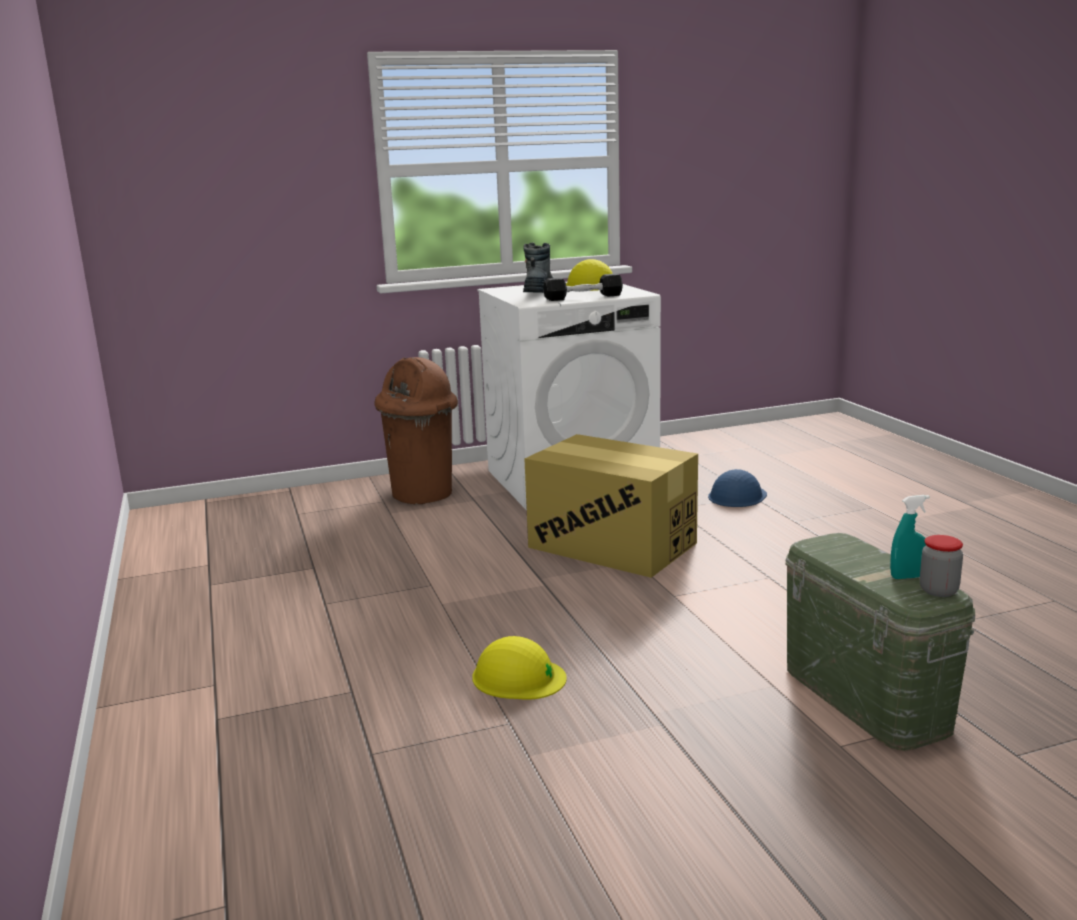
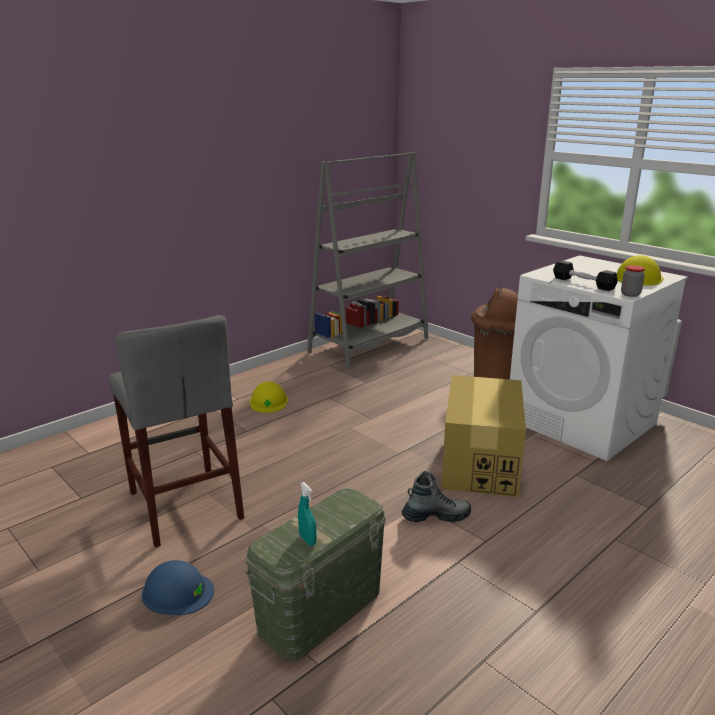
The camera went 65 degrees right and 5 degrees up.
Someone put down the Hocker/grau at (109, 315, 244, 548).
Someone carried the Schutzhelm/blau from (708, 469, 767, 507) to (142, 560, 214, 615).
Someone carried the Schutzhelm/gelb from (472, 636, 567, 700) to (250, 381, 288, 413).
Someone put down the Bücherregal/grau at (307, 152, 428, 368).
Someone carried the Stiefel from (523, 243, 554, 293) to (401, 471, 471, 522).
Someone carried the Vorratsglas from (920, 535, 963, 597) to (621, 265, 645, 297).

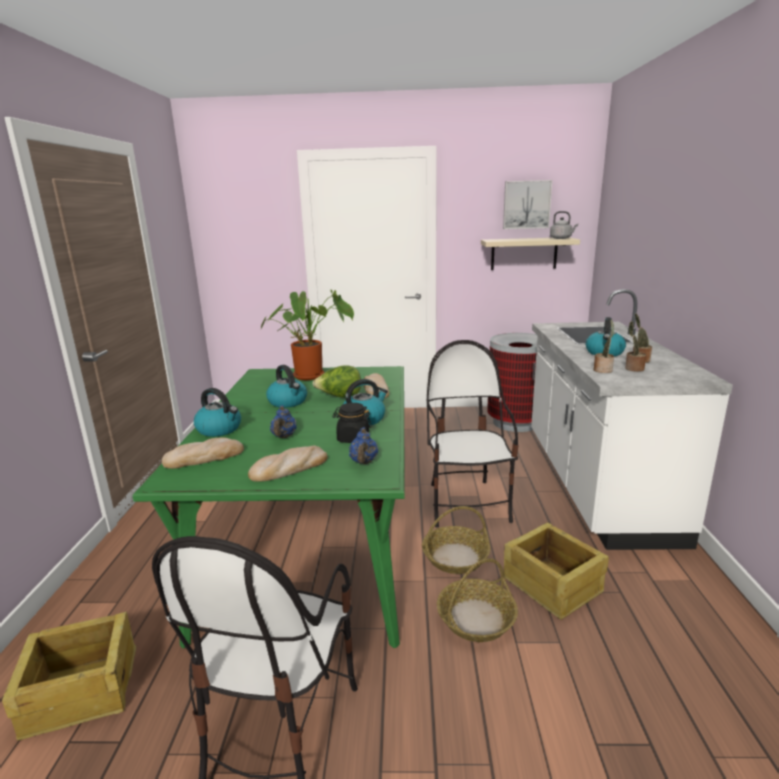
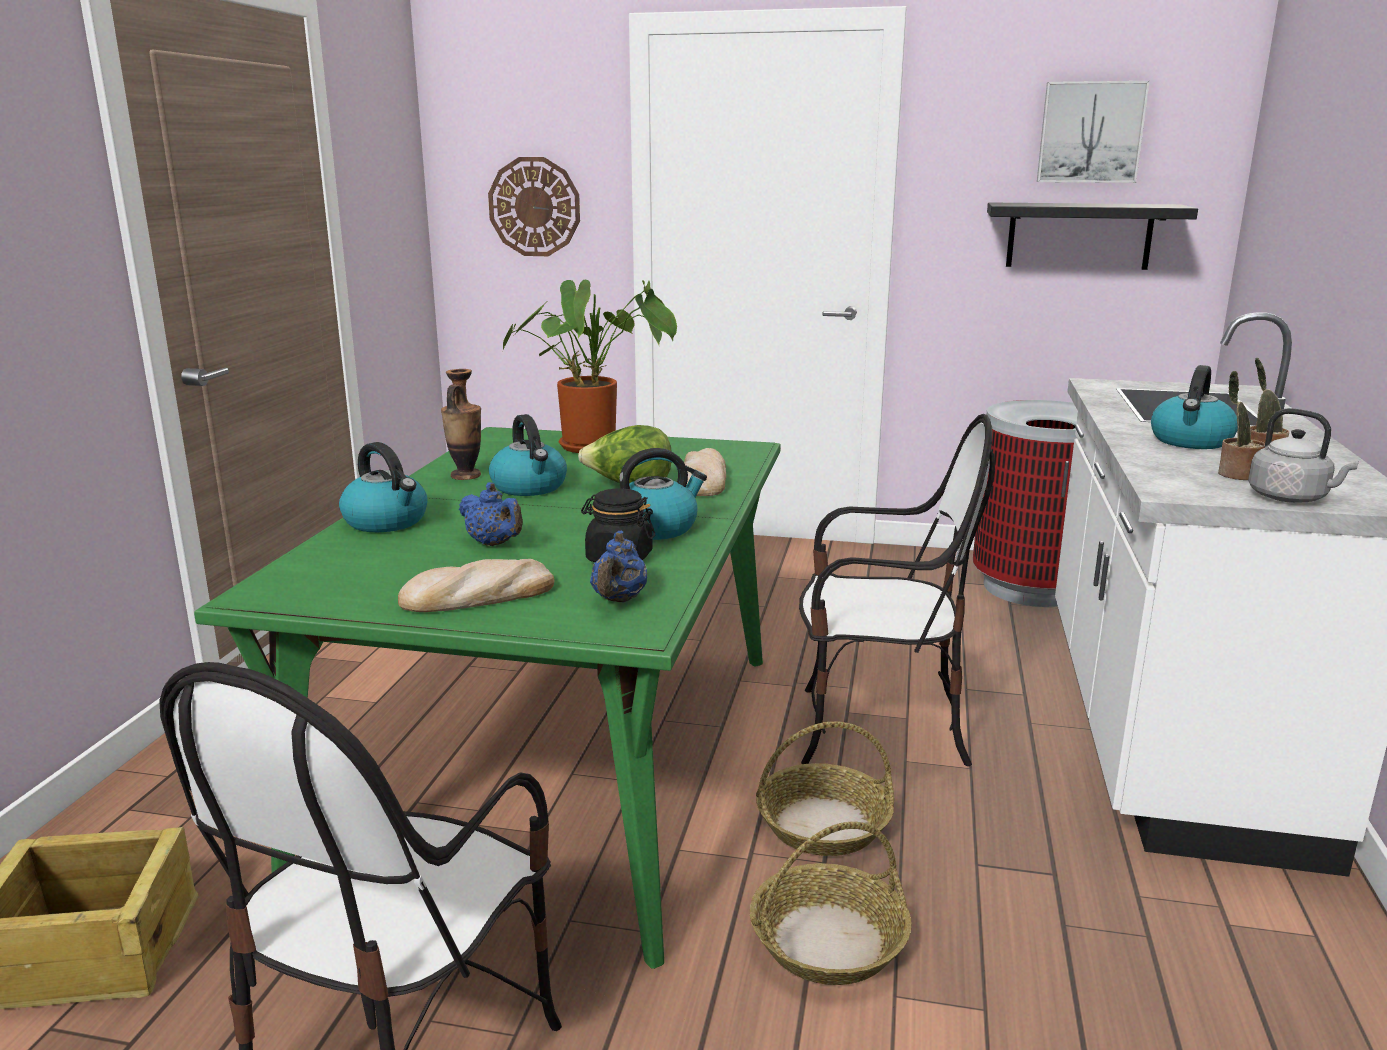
The camera went 10 degrees right and 0 degrees up.
Someone put down the Vase at (441, 369, 481, 480).
Someone rotated the Teekanne/blau at (270, 405, 297, 438) by 60 degrees counterclockwise.
Someone put up the Wanduhr at (488, 157, 580, 256).
Someone rotated the Stuhl at (427, 340, 518, 528) by 90 degrees clockwise.
Someone repainted the Wandregal/beige at (481, 237, 580, 270), which became the Wandregal/schwarz at (987, 202, 1198, 270).
Someone carried the Wasserkessel/grau from (550, 211, 578, 239) to (1248, 408, 1359, 503).
Someone took away the Brot at (162, 437, 244, 469).
Someone took away the Kiste at (504, 522, 609, 620).
Someone took away the Topfpflanze at (594, 320, 614, 373).

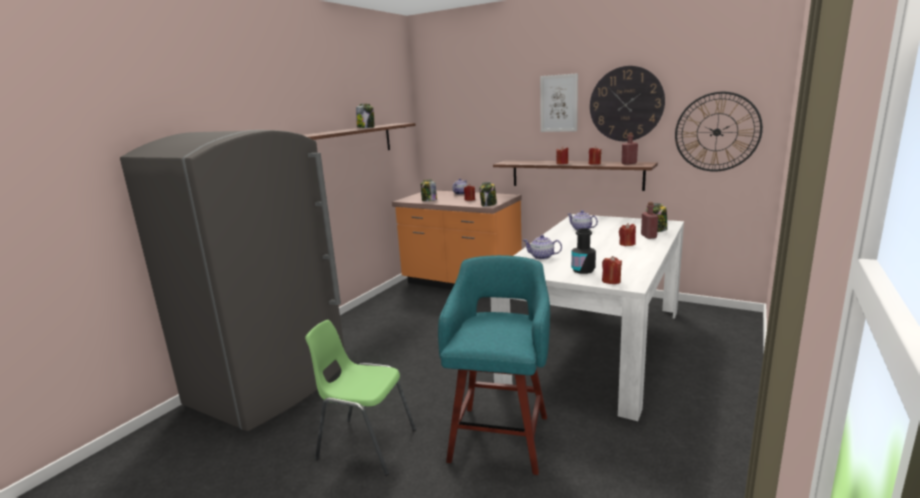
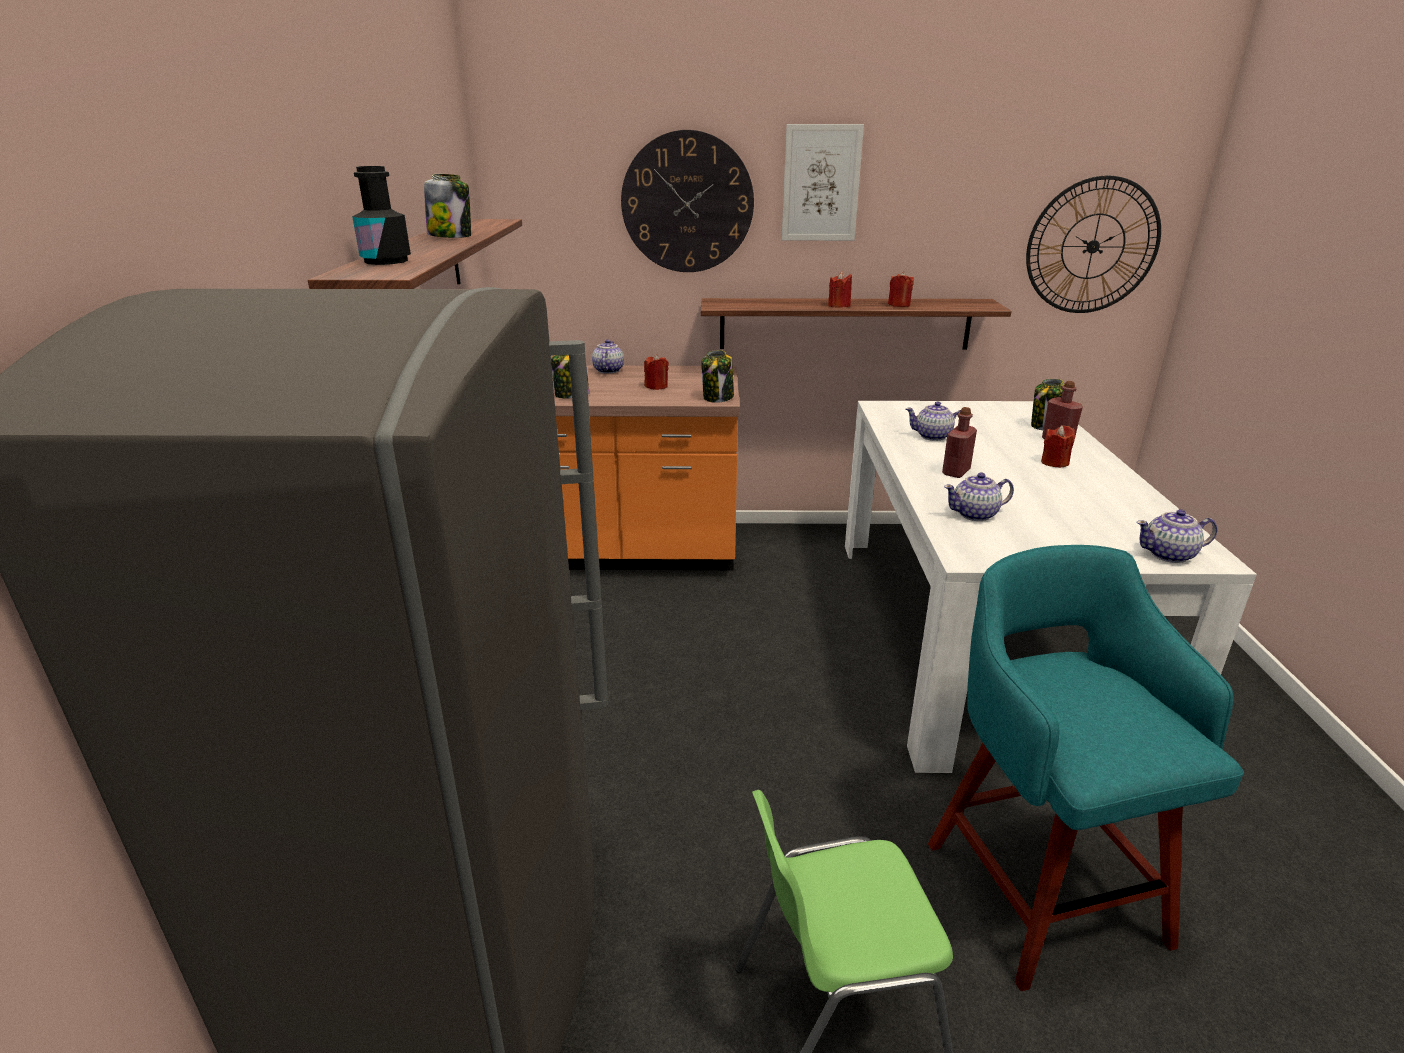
The camera went 30 degrees left and 10 degrees up.
Someone carried the Flasche/schwarz from (571, 228, 596, 274) to (352, 166, 411, 265).
Someone carried the Wanduhr from (590, 66, 665, 141) to (621, 130, 754, 272).
Someone carried the Flasche/rot from (621, 133, 638, 165) to (942, 407, 977, 478).
Someone swapped the Kerze/rot at (602, 256, 622, 284) for the Teekanne at (1136, 509, 1217, 563).

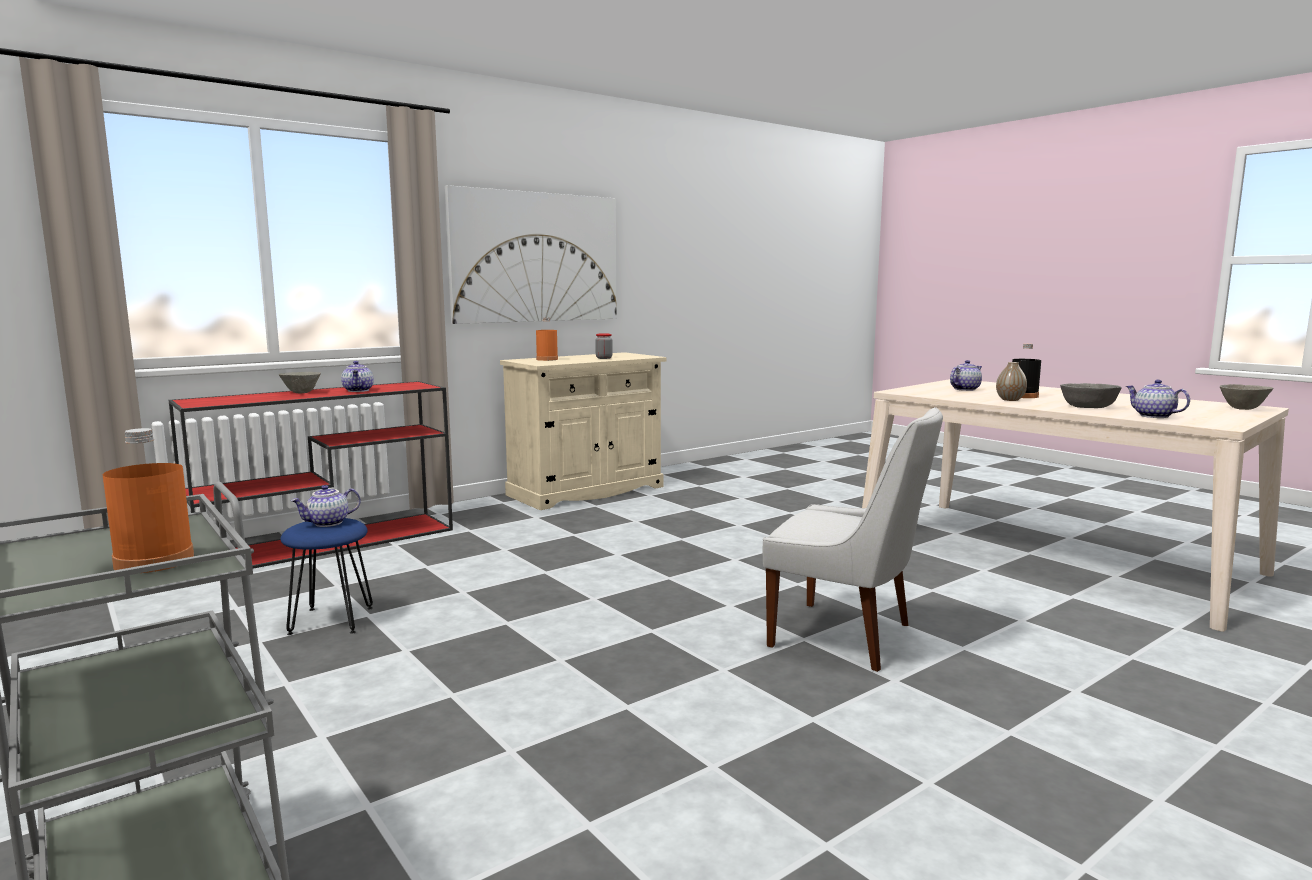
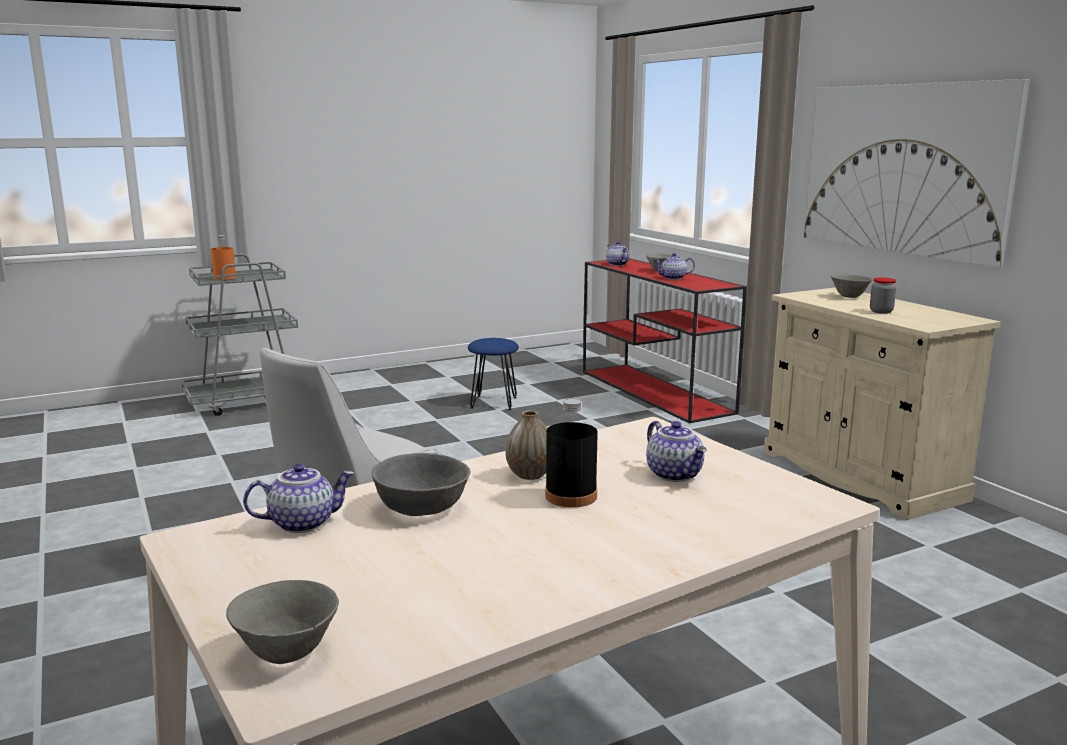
The camera went 100 degrees right and 5 degrees up.
Someone carried the Teekanne from (291, 485, 361, 527) to (606, 242, 630, 266).
Someone swapped the Flasche/orange at (536, 318, 558, 361) for the Schüssel/grau at (831, 275, 872, 298).

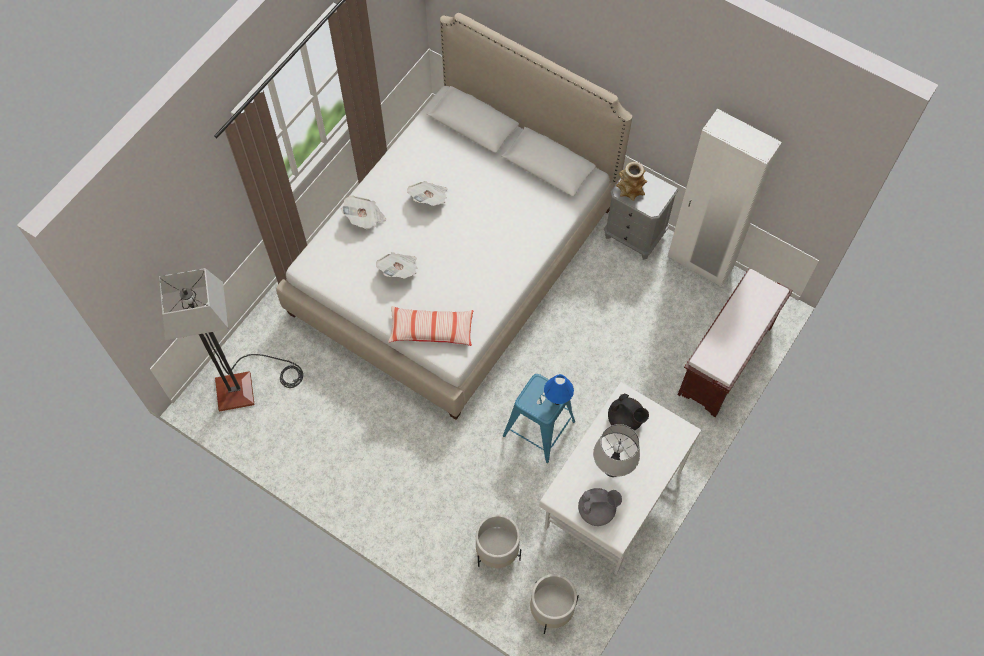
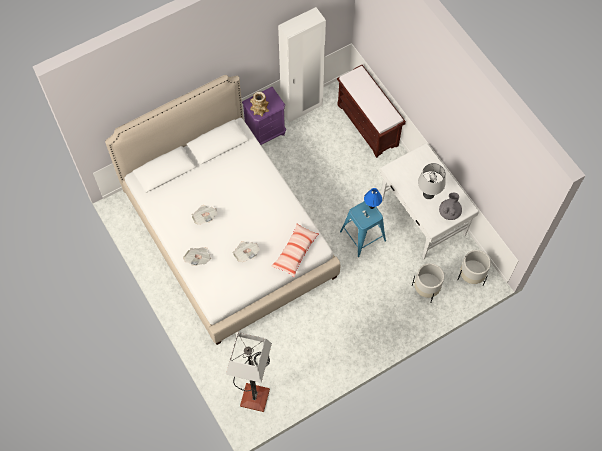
The camera went 65 degrees left and 0 degrees up.
Someone repainted the Nachttisch/grau at (604, 171, 679, 260), which became the Nachttisch/lila at (242, 87, 286, 145).
Someone took away the Teekanne/schwarz at (608, 394, 649, 431).

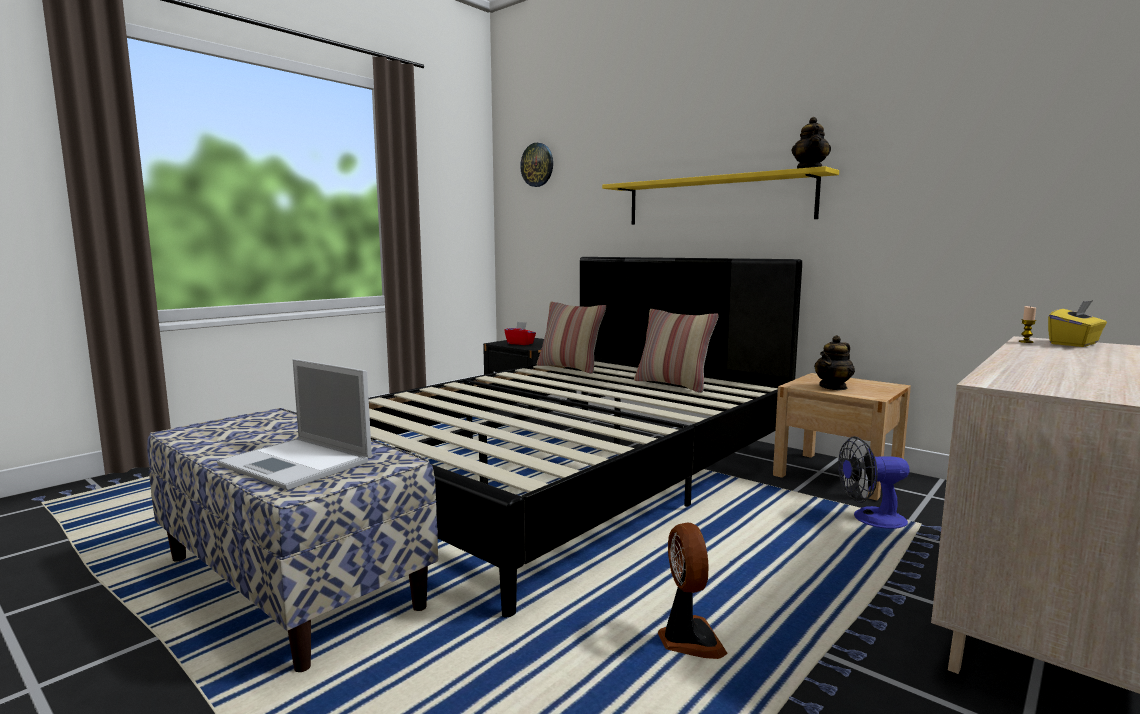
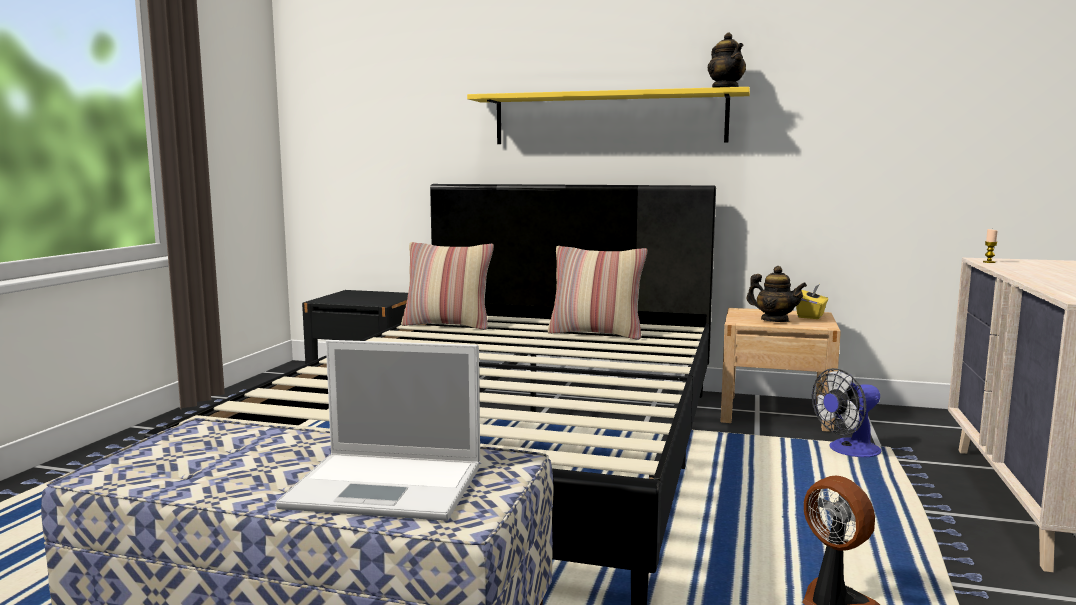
The camera went 25 degrees left and 0 degrees up.
Someone rotated the Teekanne at (814, 335, 855, 390) by 75 degrees counterclockwise.
Someone carried the Taschentuchbox/gelb from (1048, 300, 1107, 347) to (796, 284, 828, 319).
Someone took away the Taschentuchbox/rot at (504, 322, 536, 345).
Someone took away the Wanduhr at (520, 143, 553, 187).

